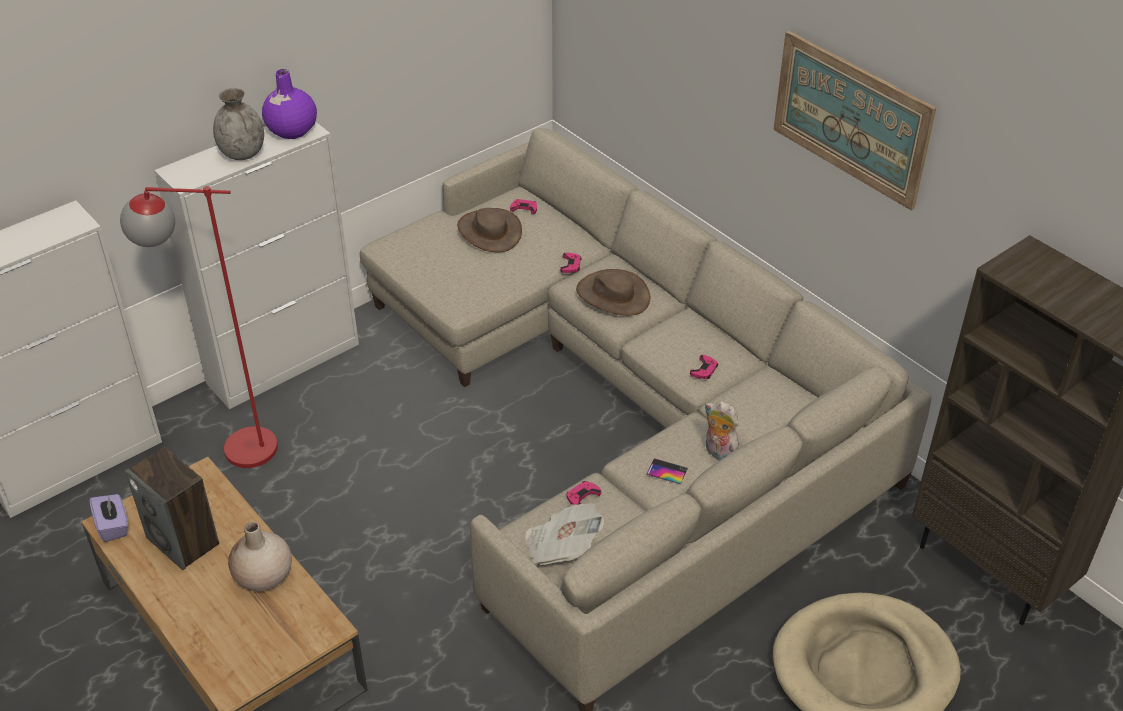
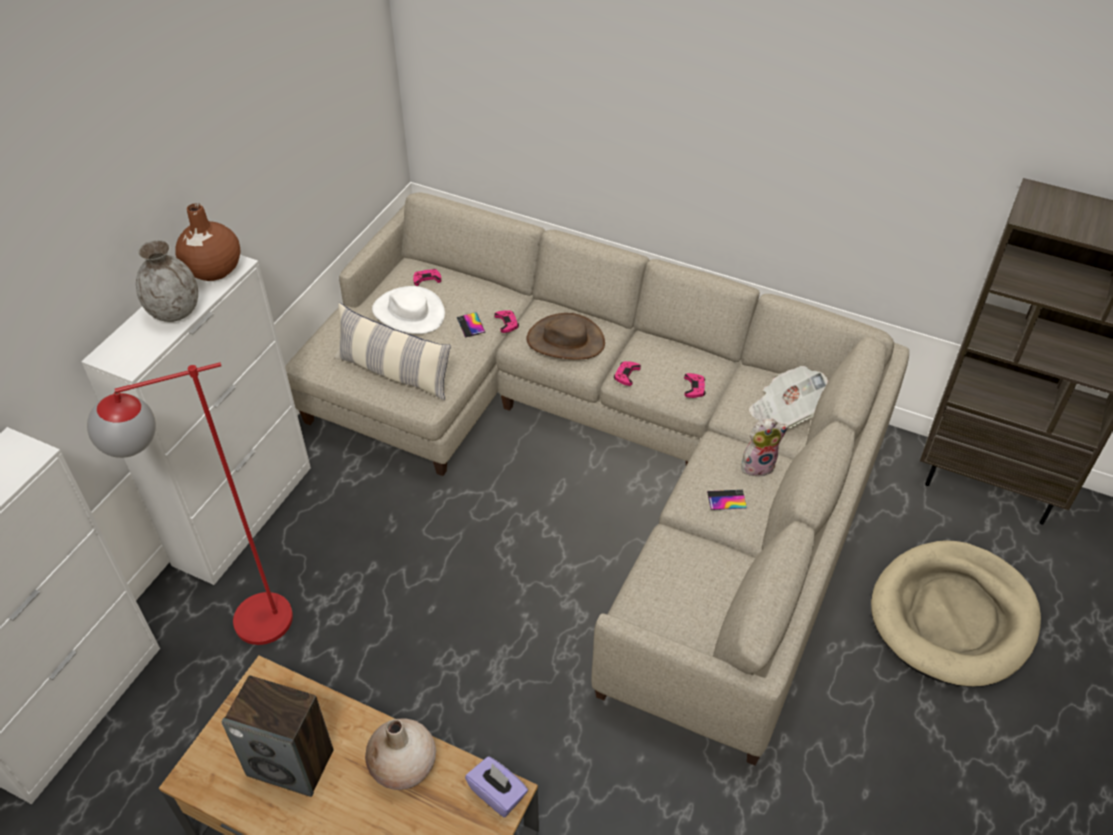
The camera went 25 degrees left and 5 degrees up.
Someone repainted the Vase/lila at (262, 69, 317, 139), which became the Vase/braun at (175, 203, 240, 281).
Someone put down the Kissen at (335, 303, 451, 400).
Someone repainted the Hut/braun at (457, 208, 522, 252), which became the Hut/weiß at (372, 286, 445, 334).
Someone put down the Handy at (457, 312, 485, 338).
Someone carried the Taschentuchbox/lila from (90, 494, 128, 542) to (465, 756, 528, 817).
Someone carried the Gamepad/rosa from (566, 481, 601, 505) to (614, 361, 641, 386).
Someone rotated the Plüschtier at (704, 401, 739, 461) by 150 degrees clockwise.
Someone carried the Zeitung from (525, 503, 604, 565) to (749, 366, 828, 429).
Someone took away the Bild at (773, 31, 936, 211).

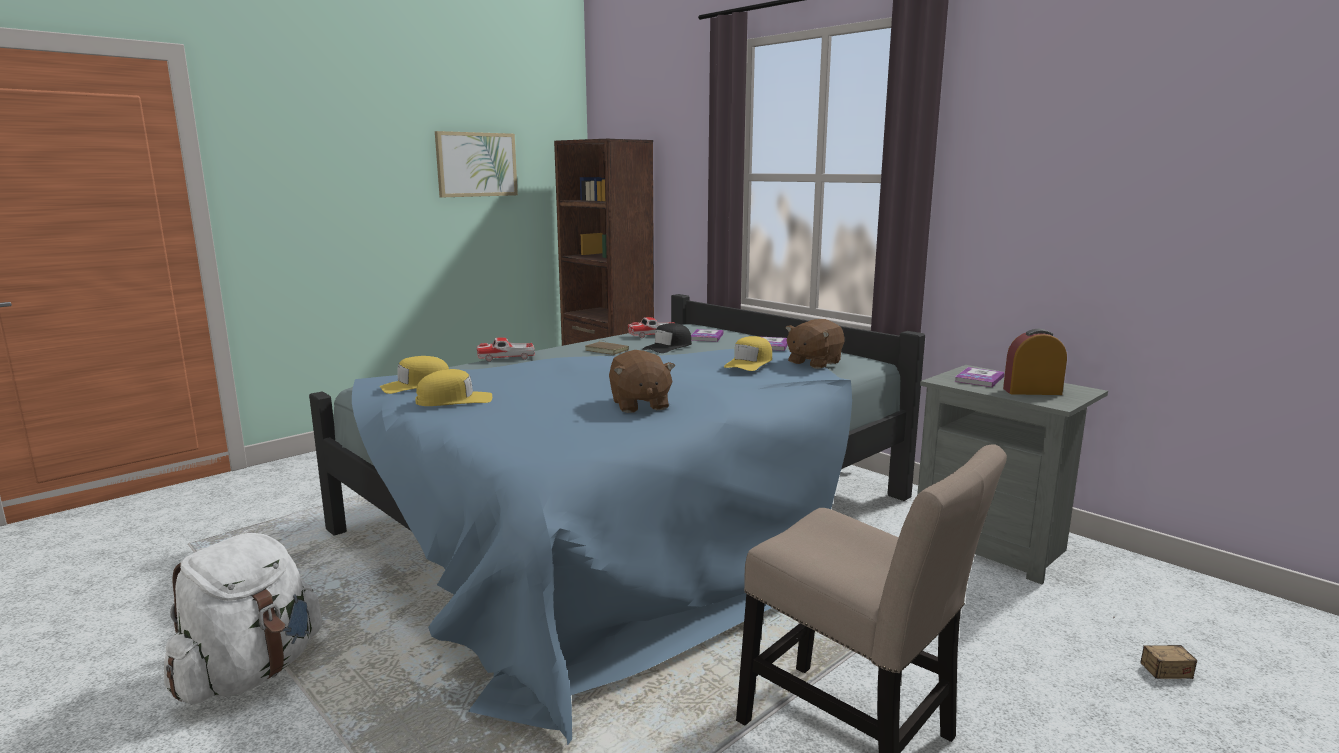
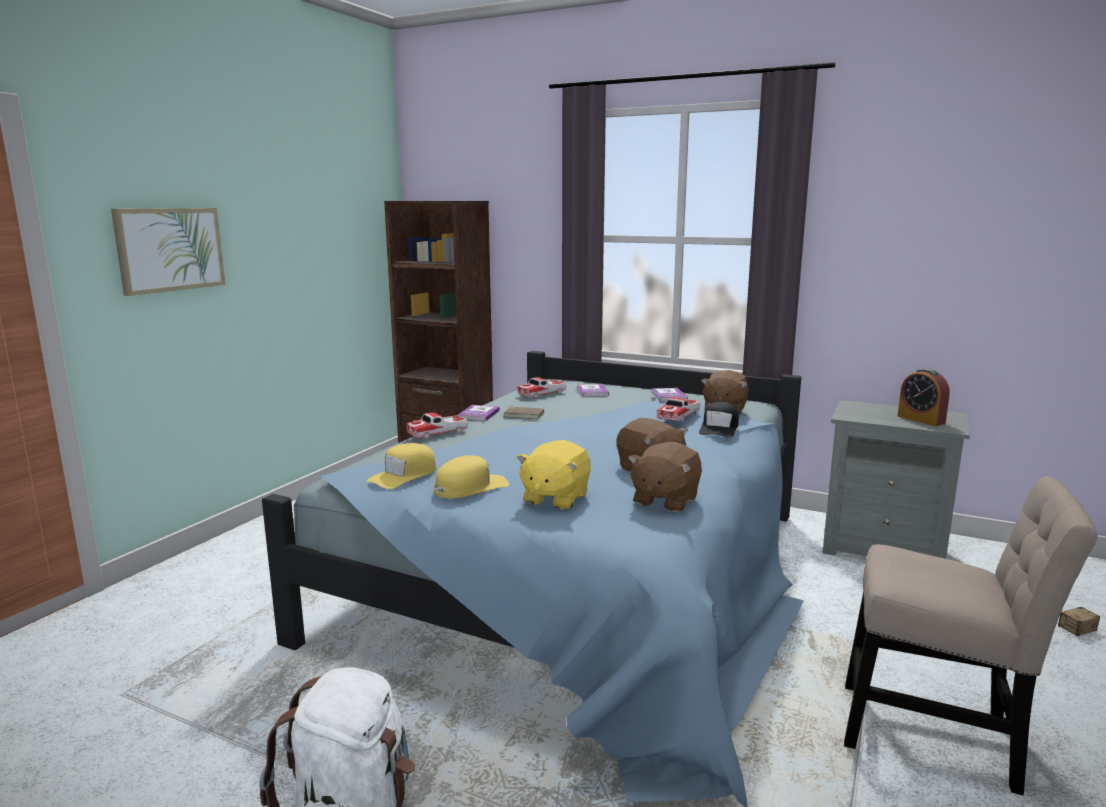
The camera went 20 degrees left and 0 degrees up.
Someone carried the Bild from (435, 131, 518, 197) to (111, 208, 226, 296).
Someone carried the Buch from (955, 367, 1005, 387) to (458, 405, 500, 421).
Someone put down the Plüschtier/gelb at (516, 440, 591, 510).
Someone put down the Plüschtier/braun at (628, 442, 702, 512).
Someone swapped the Kappe/gelb at (724, 336, 772, 371) for the Spielzeugauto at (656, 397, 700, 422).
Someone carried the Kappe/schwarz from (642, 323, 692, 353) to (699, 402, 739, 438).
Someone rotated the Wecker at (1003, 329, 1067, 395) by 105 degrees counterclockwise.

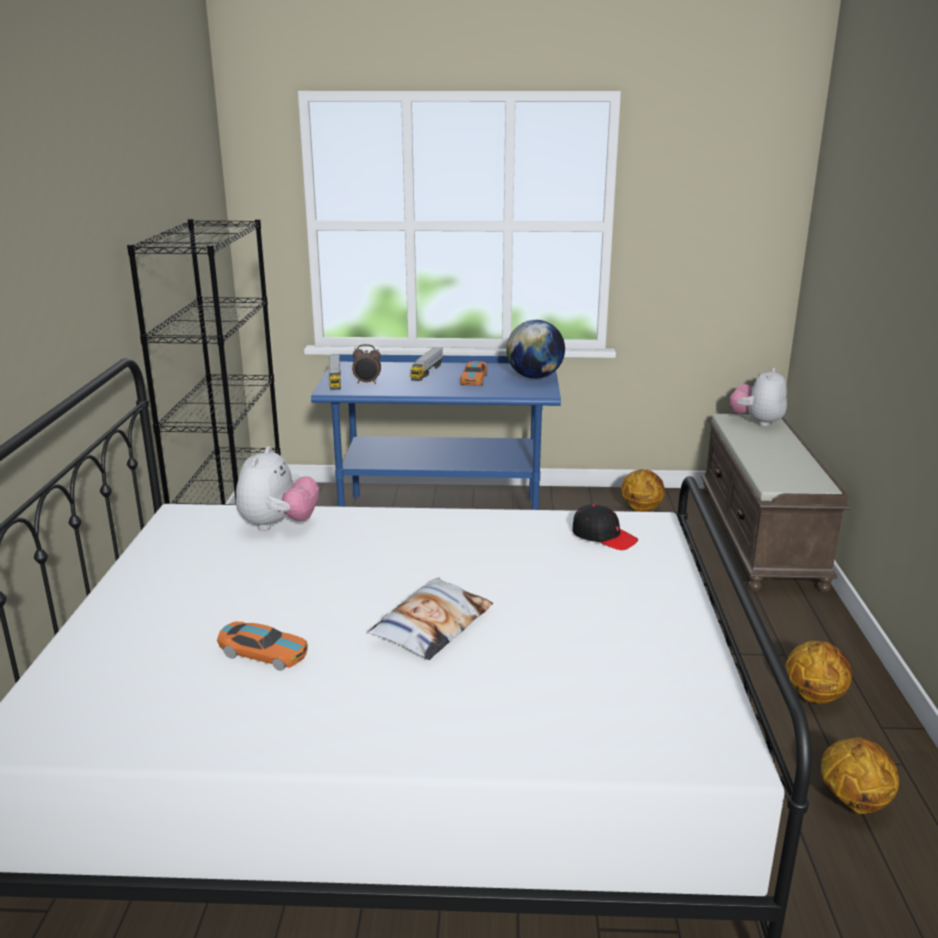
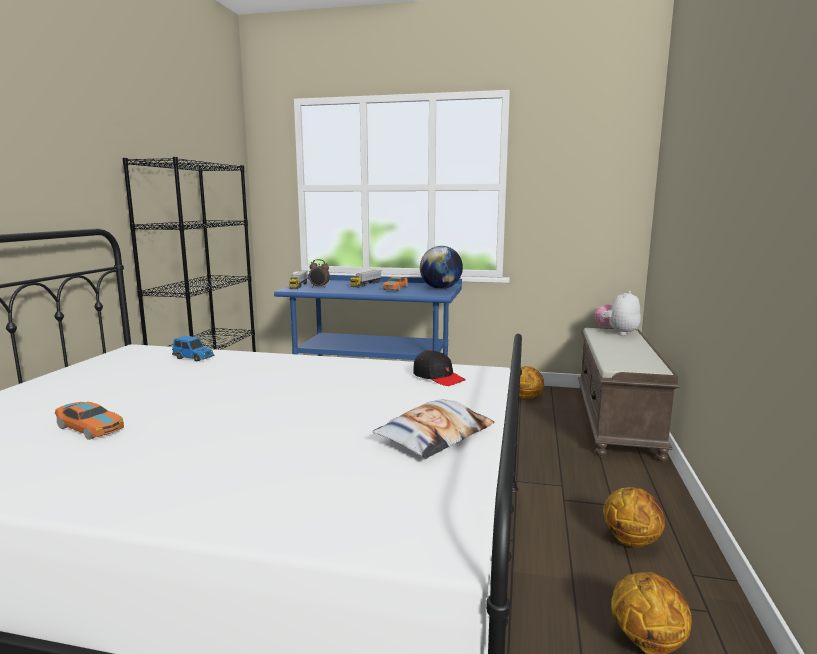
The camera went 10 degrees right and 10 degrees down.
Someone swapped the Plüschtier at (236, 446, 319, 531) for the Spielzeugauto at (172, 336, 215, 362).
Someone carried the Kissen from (368, 577, 493, 660) to (372, 399, 494, 459).

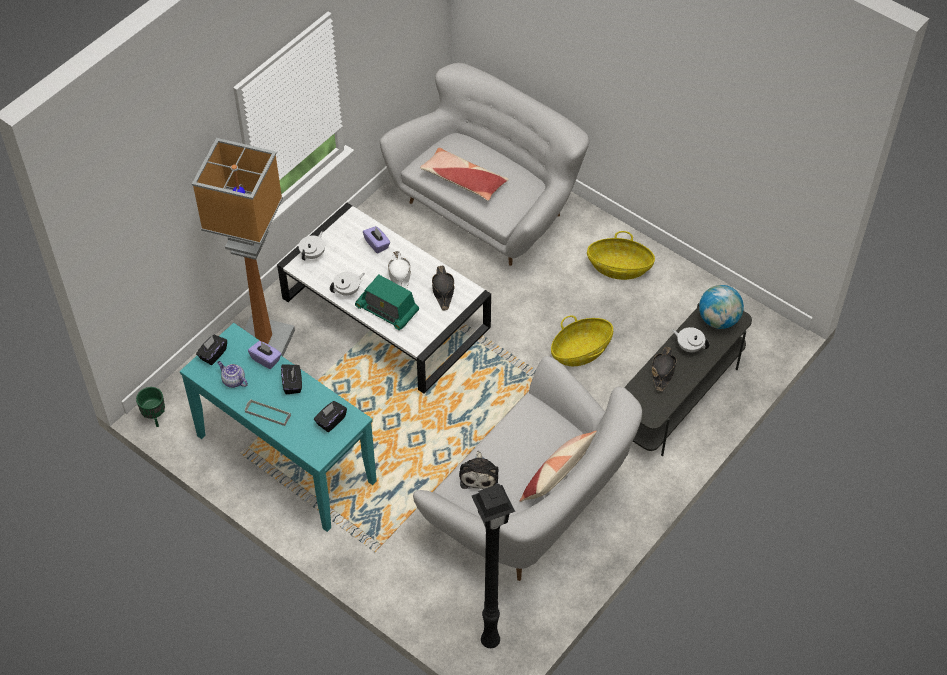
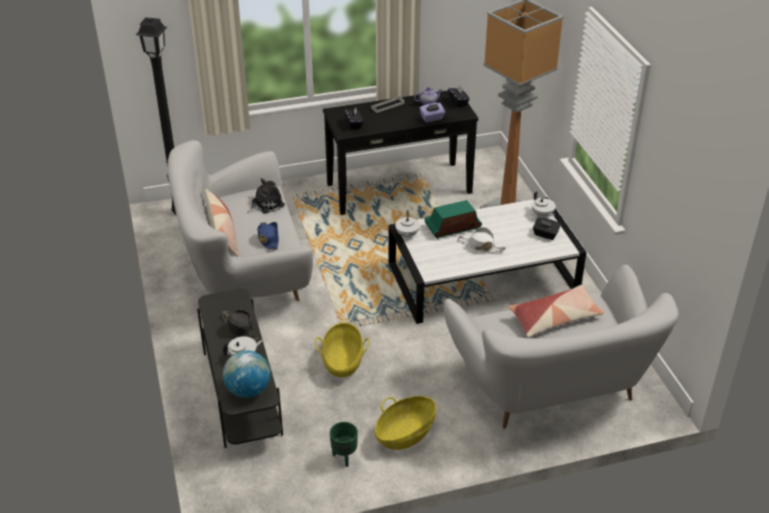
The camera went 125 degrees right and 15 degrees down.
Someone rotated the Plüschtier at (459, 451, 499, 489) by 105 degrees clockwise.
Someone put down the Hut/blau at (257, 222, 279, 250).
Someone repainted the Konsolentisch/türkis at (180, 323, 377, 532), which became the Konsolentisch/schwarz at (323, 90, 478, 215).
Someone carried the Pflanzkübel/grün from (136, 387, 165, 427) to (330, 422, 358, 467).
Someone carried the Teekanne/weiß from (330, 272, 365, 296) to (395, 210, 420, 239).
Someone carried the Taschentuchbox/schwarz from (281, 364, 302, 394) to (533, 217, 561, 240).
Someone took away the Taschentuchbox/lila at (363, 226, 390, 254).
Someone took away the Hut/schwarz at (432, 266, 455, 311).

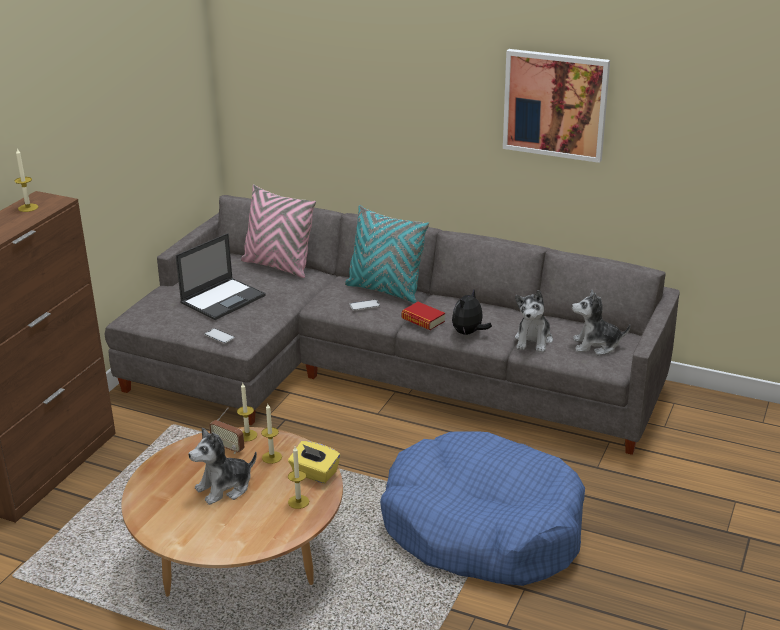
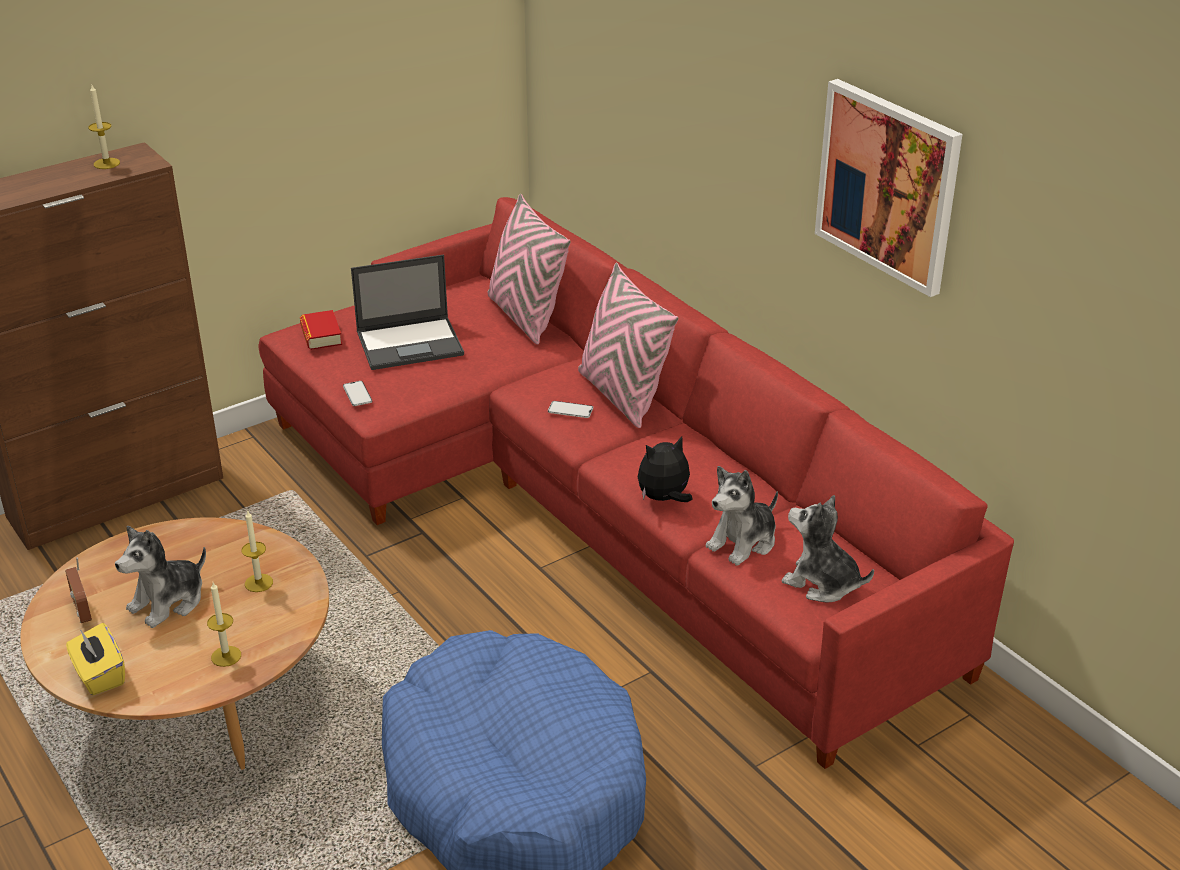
The camera went 30 degrees right and 5 degrees up.
Someone carried the Radio from (209, 408, 244, 454) to (65, 557, 92, 623).
Someone carried the Taschentuchbox/gelb from (288, 441, 340, 484) to (66, 623, 125, 695).
Someone rotated the Plüschtier at (188, 428, 257, 505) by 45 degrees counterclockwise.
Someone repainted the Sofa/grau at (104, 195, 680, 455), which became the Sofa/rot at (258, 197, 1014, 769).
Someone carried the Buch from (401, 302, 445, 330) to (300, 310, 342, 350).
Someone repainted the Kissen/türkis at (345, 205, 429, 303), which became the Kissen/rosa at (578, 263, 678, 428).
Someone took away the Kerze at (237, 383, 257, 442).

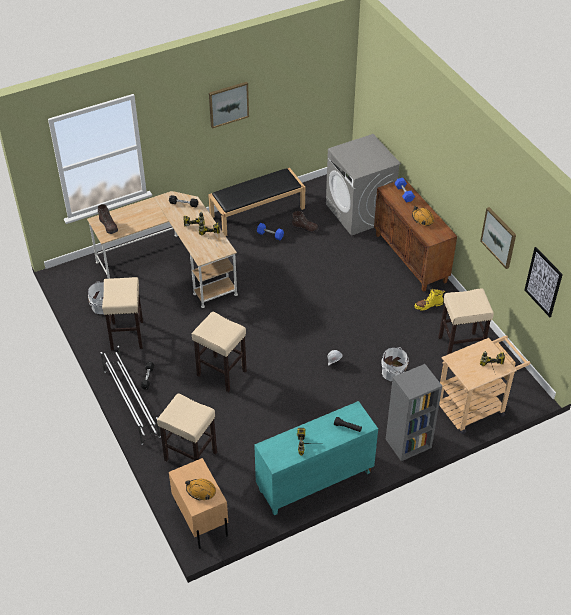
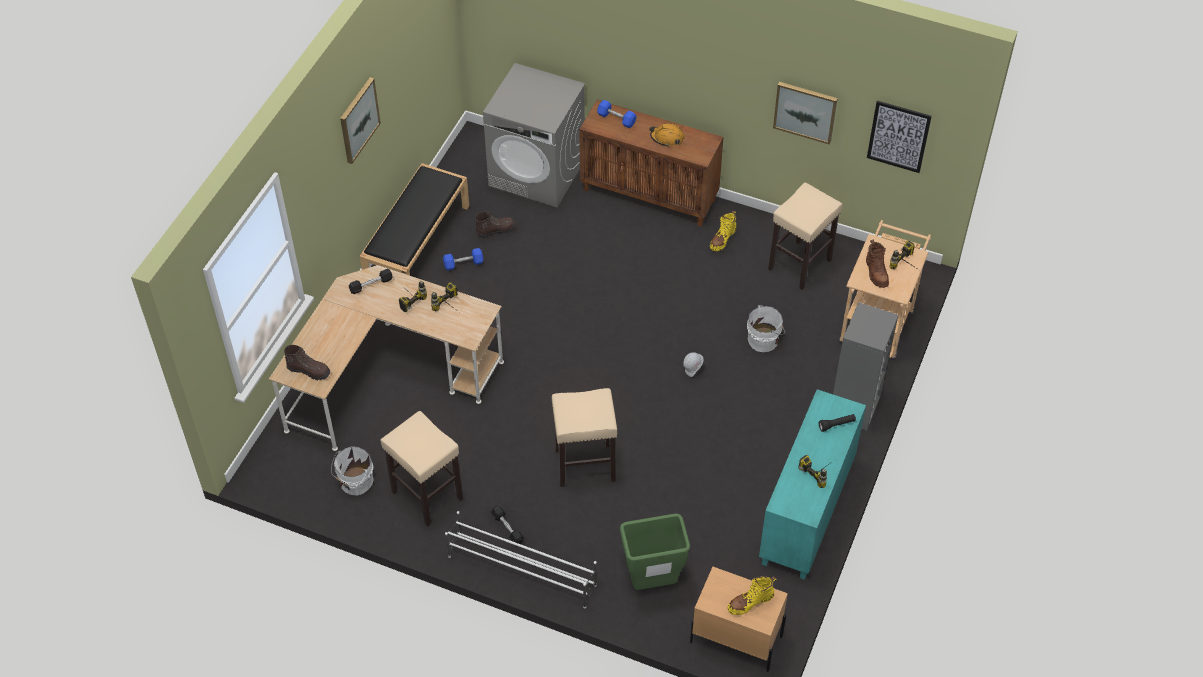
The camera went 40 degrees left and 5 degrees up.
Someone swapped the Hocker/beige at (157, 393, 217, 462) for the Mülleimer/grün at (620, 513, 690, 590).
Someone swapped the Schutzhelm/orange at (185, 479, 216, 500) for the Stiefel/gelb at (727, 576, 777, 615).
Someone put down the Stiefel/braun at (866, 240, 889, 288).

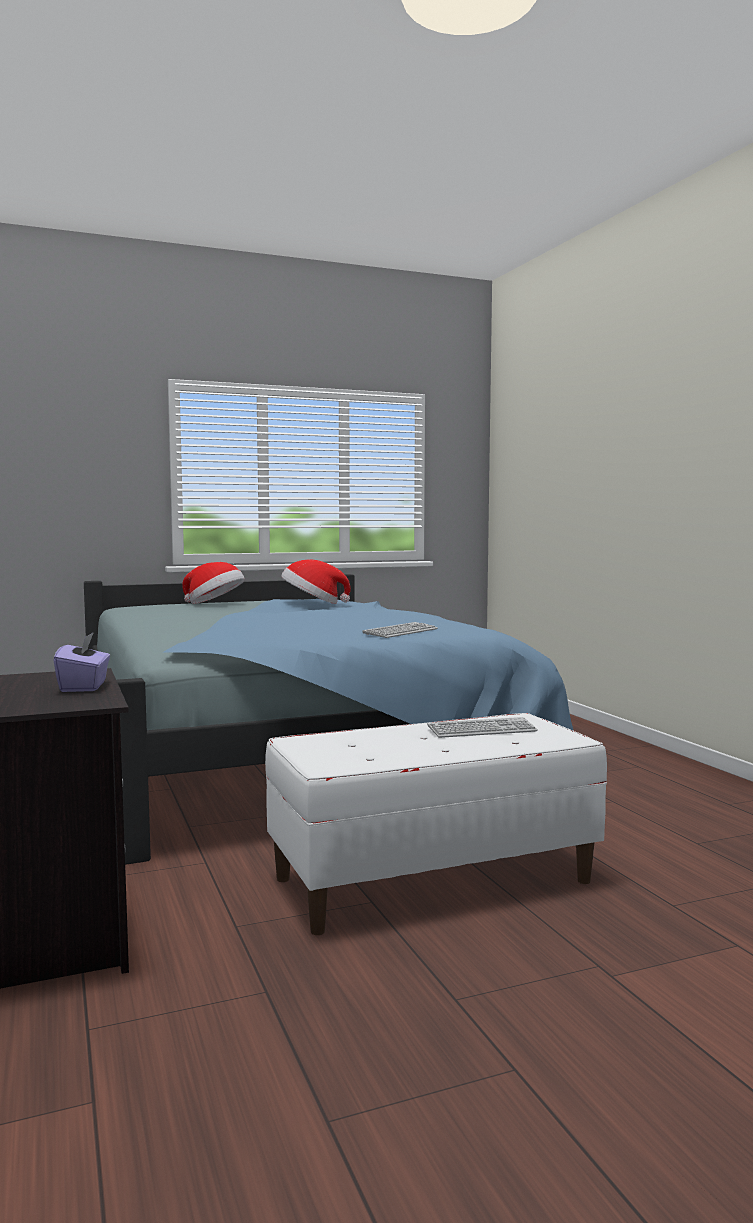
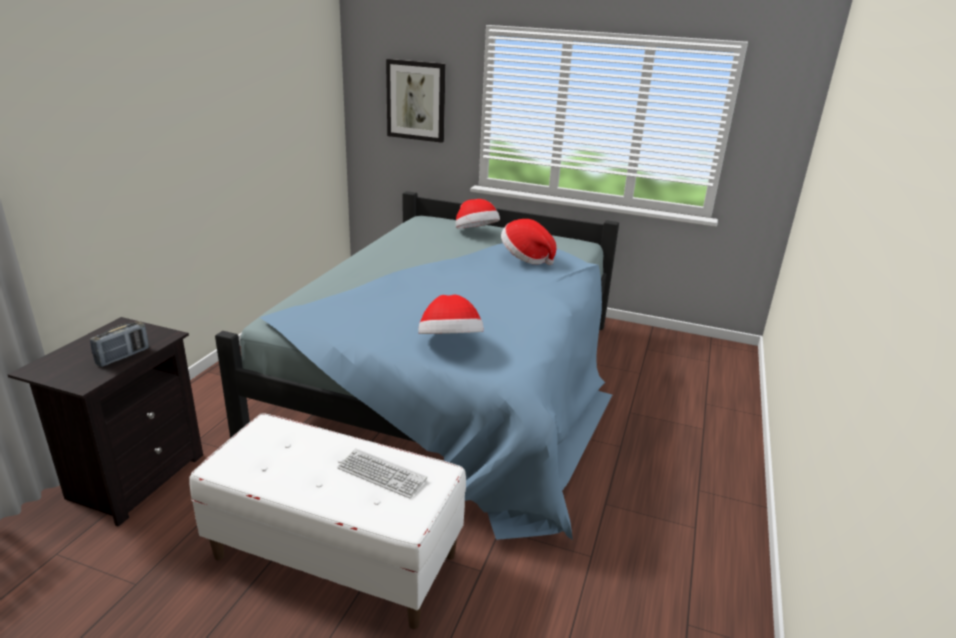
The camera went 40 degrees right and 20 degrees up.
Someone swapped the Taschentuchbox/lila at (53, 632, 110, 692) for the Radio at (90, 321, 149, 367).
Someone put up the Bild at (386, 59, 445, 143).
Someone swapped the Tastatur at (362, 622, 438, 638) for the Hut at (418, 295, 484, 334).

